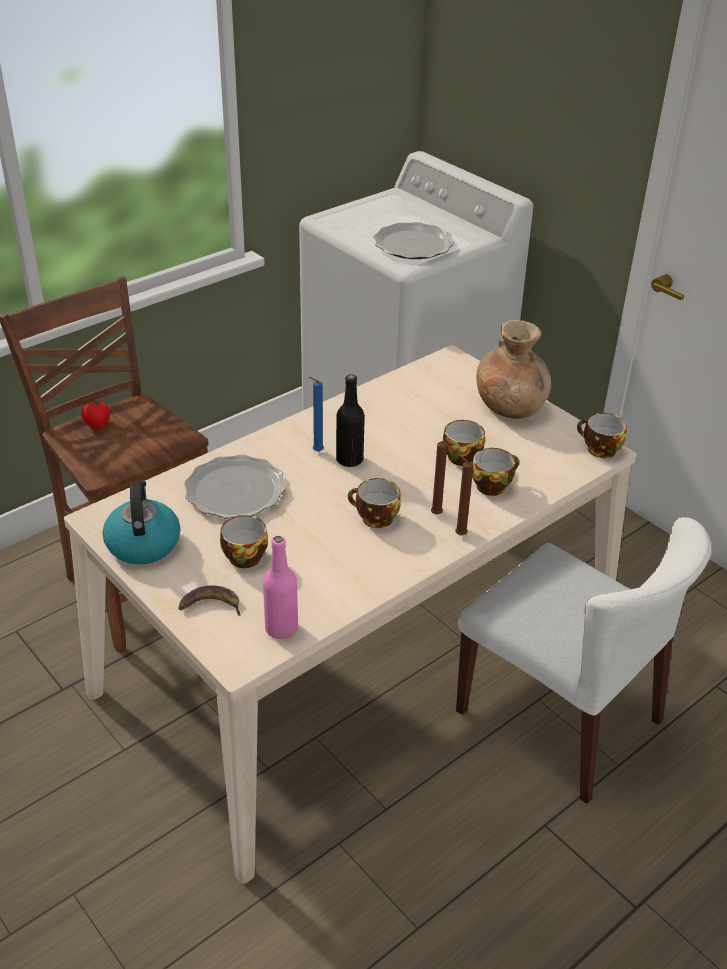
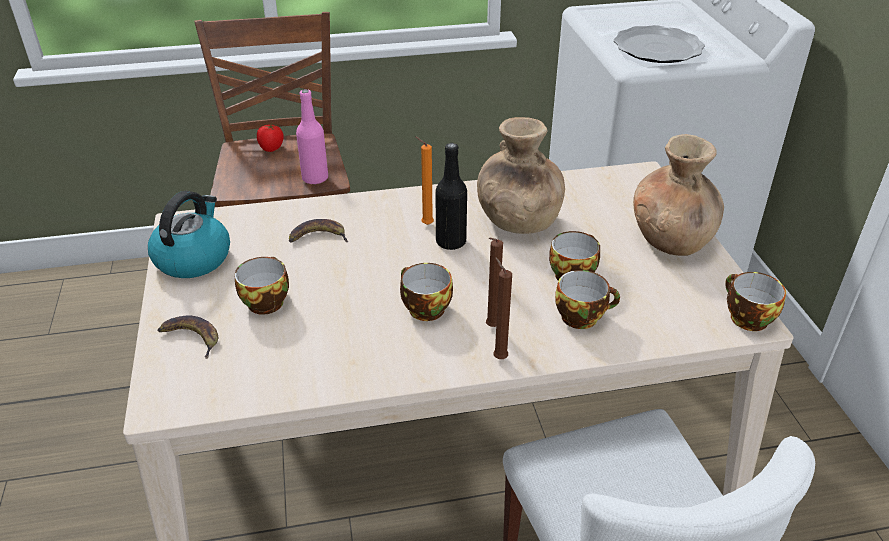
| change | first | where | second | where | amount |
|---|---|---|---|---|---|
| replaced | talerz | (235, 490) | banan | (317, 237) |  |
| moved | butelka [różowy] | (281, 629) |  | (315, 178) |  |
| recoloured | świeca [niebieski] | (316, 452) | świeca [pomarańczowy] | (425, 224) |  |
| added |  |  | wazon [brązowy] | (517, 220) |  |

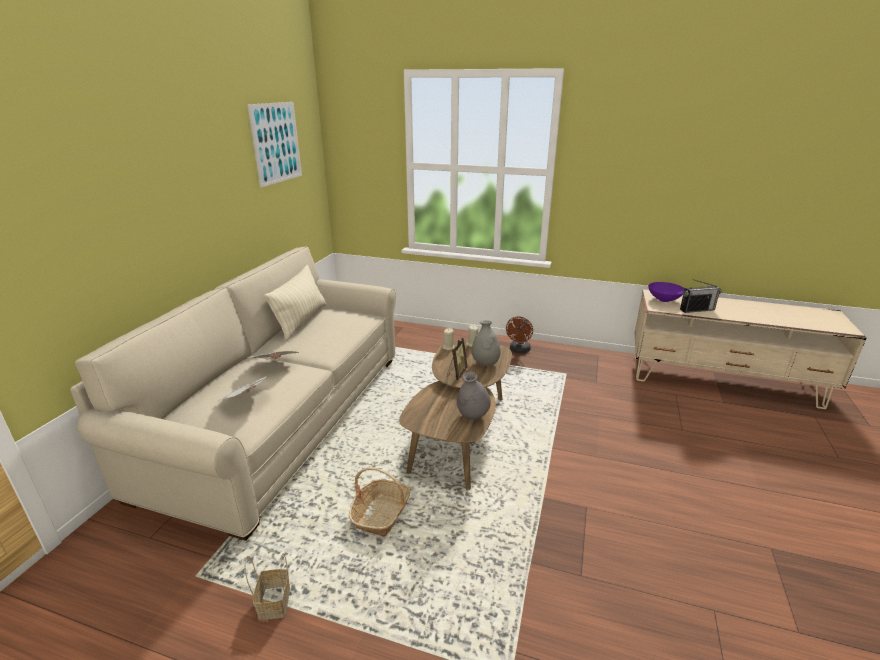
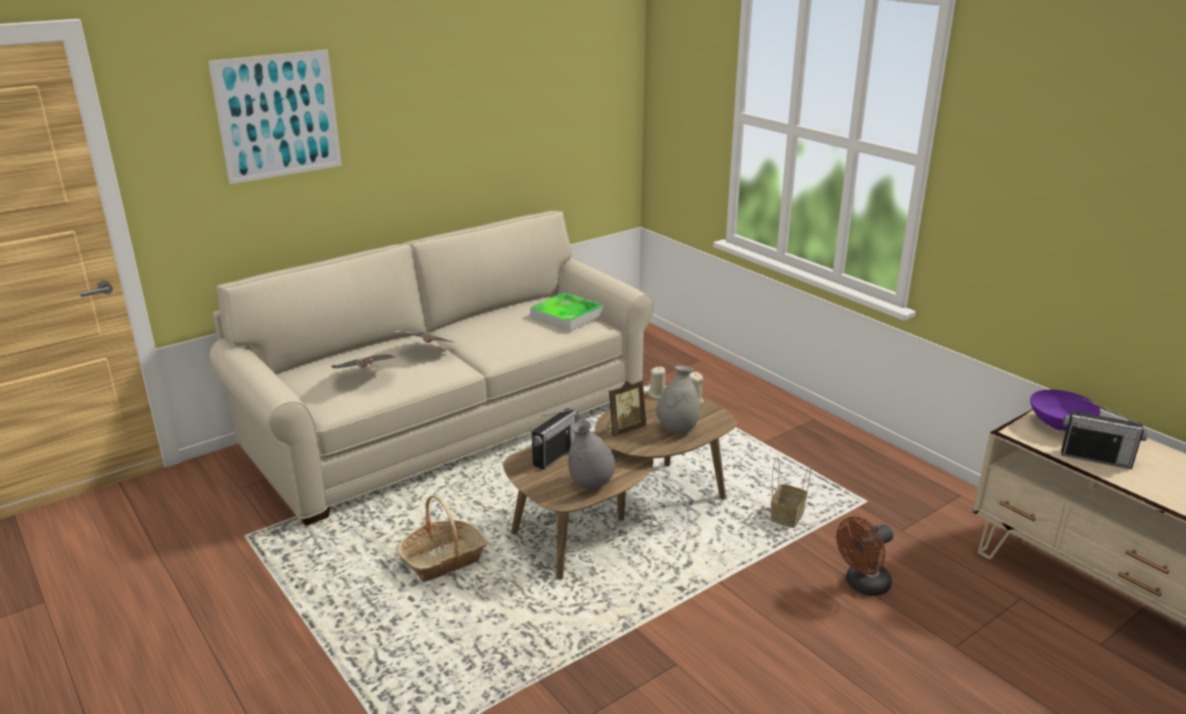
| change | first | where | second | where | amount |
|---|---|---|---|---|---|
| moved | koszyk | (274, 602) |  | (786, 516) |  |
| moved | obraz | (276, 143) |  | (278, 116) |  |
| removed | poduszka [beżowy] | (301, 321) |  |  |  |
| moved | wentylator [brązowy] | (519, 350) |  | (862, 585) |  |
| added |  |  | taca | (566, 315) |  |
| added |  |  | radio | (555, 455) |  |

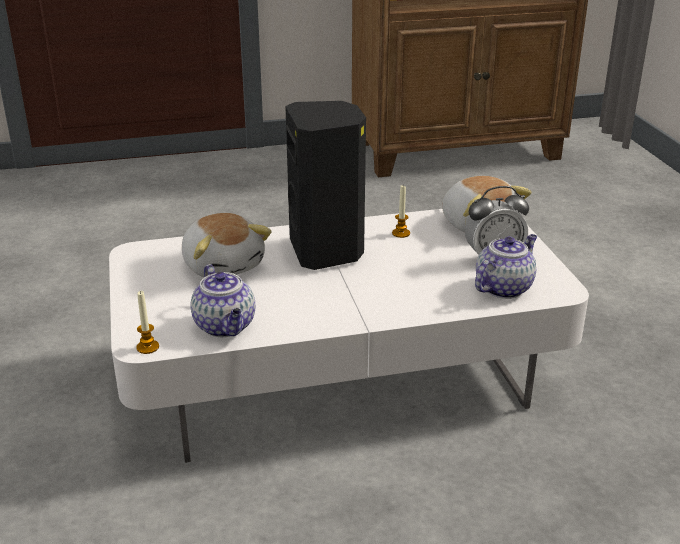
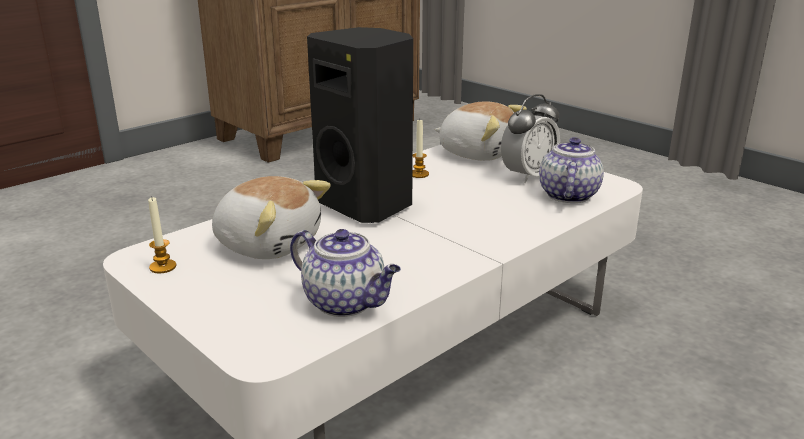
| change | first | where | second | where | amount |
|---|---|---|---|---|---|
| moved | świeca | (147, 347) |  | (163, 267) |  |

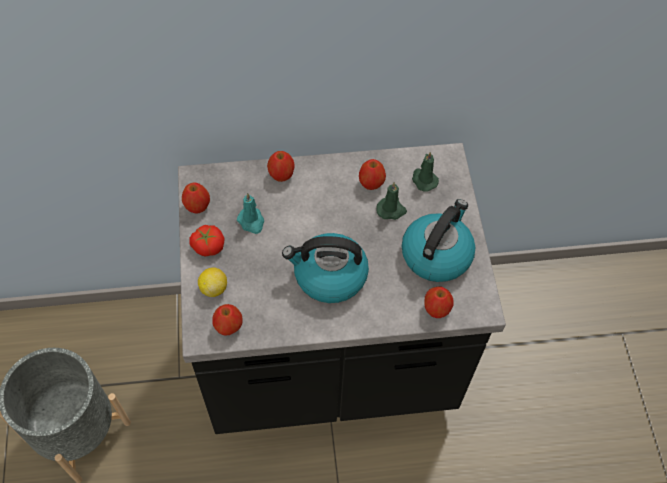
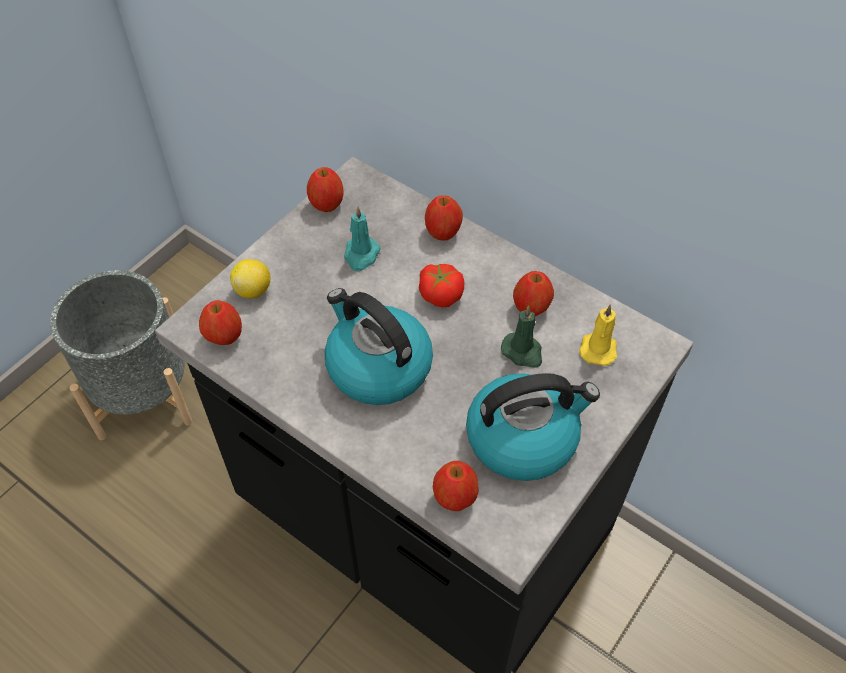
| change | first | where | second | where | amount |
|---|---|---|---|---|---|
| moved | pomidor | (208, 246) |  | (441, 294) |  |
| recoloured | świeca [zielony] | (424, 180) | świeca [żółty] | (598, 348) |  |

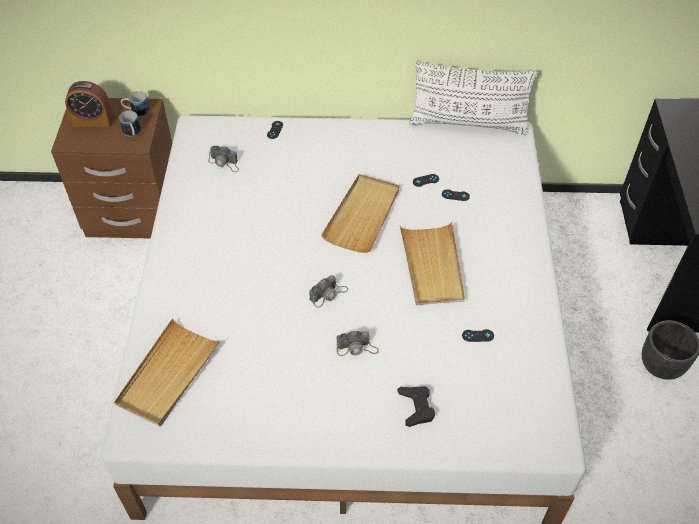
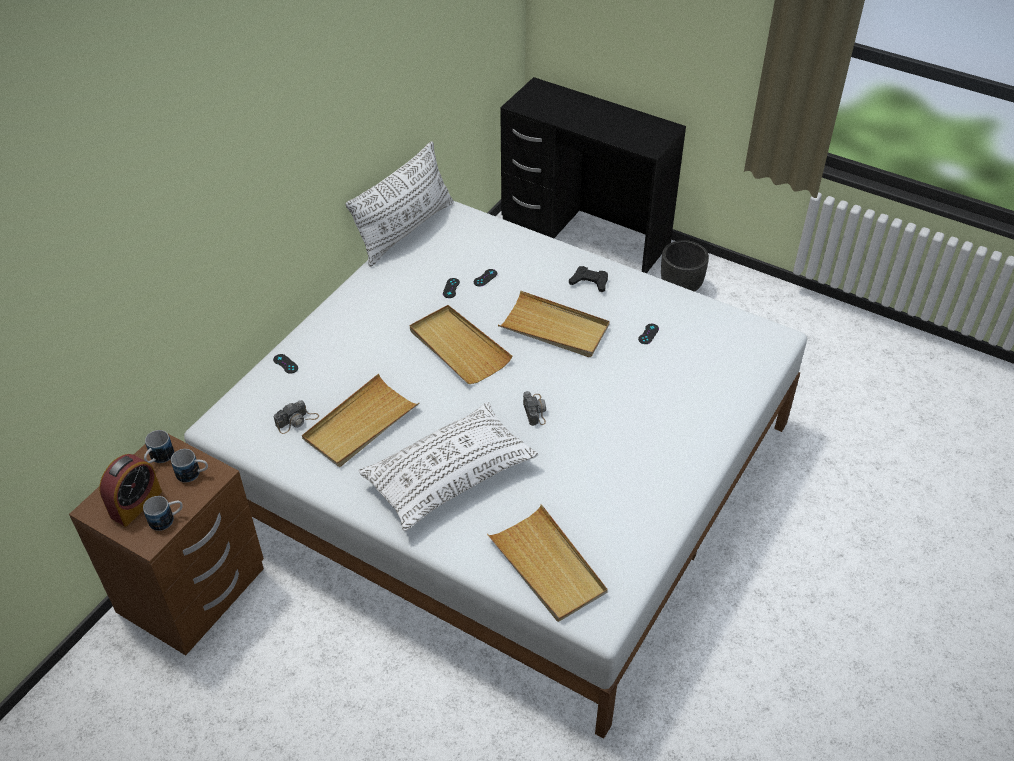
| change | first | where | second | where | amount |
|---|---|---|---|---|---|
| removed | aparat fotograficzny | (357, 348) |  |  |  |
| moved | pad do gier [czarny] | (416, 407) |  | (589, 282) |  |
| added |  |  | kubek | (167, 519) |  |
| added |  |  | taca [beżowy] | (360, 424) |  |
| added |  |  | poduszka [biały] | (449, 476) |  |

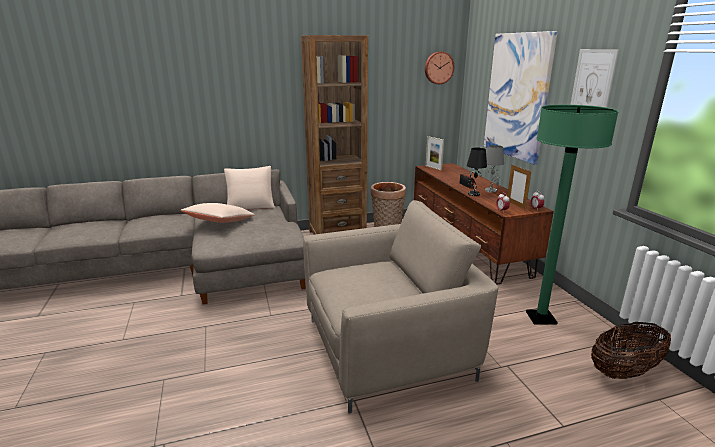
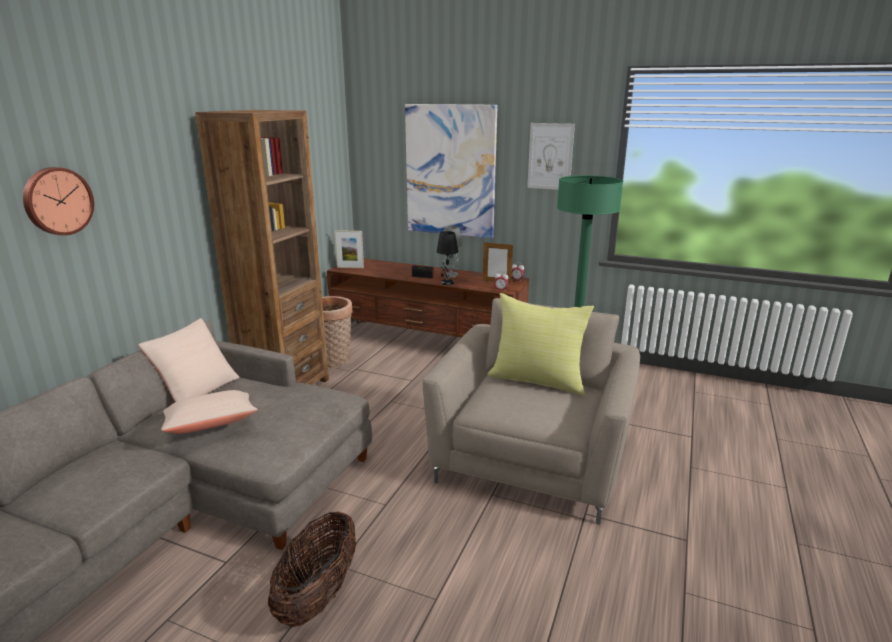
| change | first | where | second | where | amount |
|---|---|---|---|---|---|
| moved | zegar ścienny | (438, 68) |  | (57, 201) |  |
| moved | koszyk | (624, 371) |  | (318, 595) |  |
| added |  |  | poduszka [żółty] | (538, 379) |  |

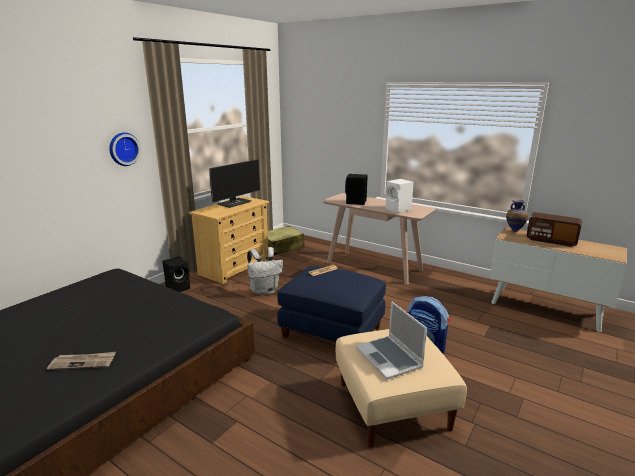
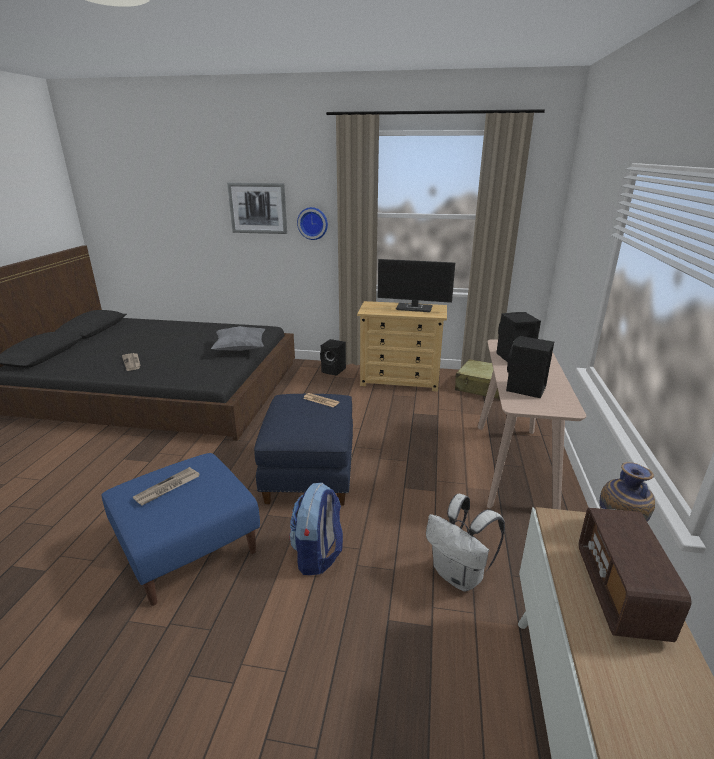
| change | first | where | second | where | amount |
|---|---|---|---|---|---|
| moved | plecak [biały] | (264, 291) |  | (459, 575) |  |
| recoloured | pufa [beżowy] | (393, 405) | pufa [niebieski] | (187, 548) |  |
| replaced | laptop | (390, 358) | gazeta | (167, 488) |  |
| recoloured | głośnik [biały] | (398, 209) | głośnik [czarny] | (525, 389) |  |
| added |  |  | poduszka [szary] | (240, 349) |  |
| added |  |  | obraz | (258, 208) |  |

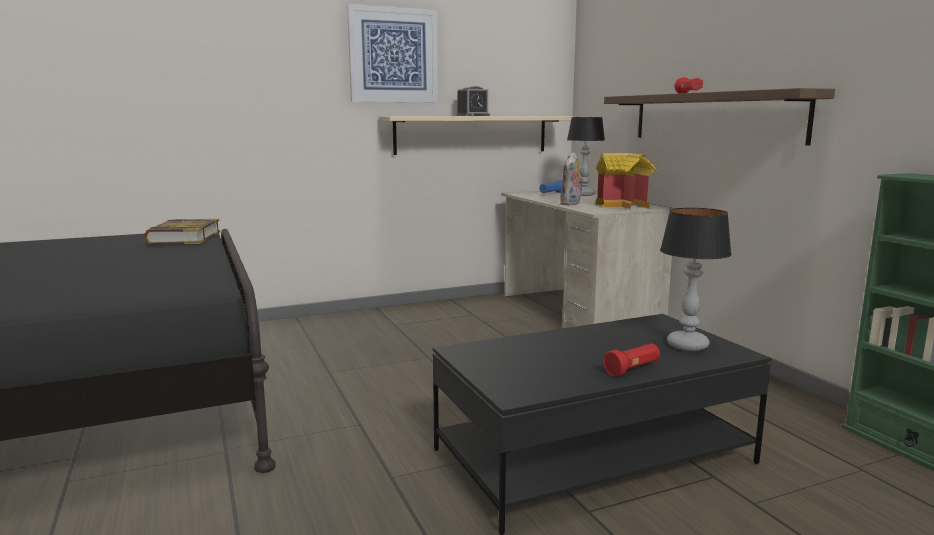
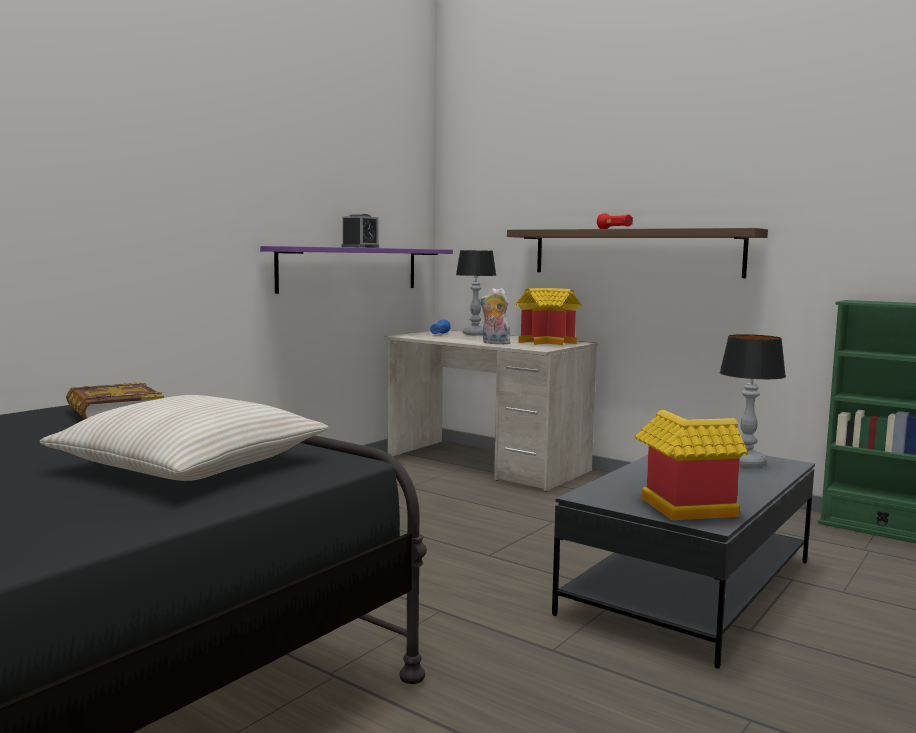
| change | first | where | second | where | amount |
|---|---|---|---|---|---|
| removed | obraz | (393, 55) |  |  |  |
| recoloured | półka [beżowy] | (472, 134) | półka [fioletowy] | (350, 269) |  |
| turned | pluszak | (571, 204) |  | (494, 343) | 120 degrees clockwise |
| removed | latarka [czerwony] | (632, 369) |  |  |  |
| added |  |  | poduszka [beżowy] | (191, 464) |  |
| added |  |  | domek | (681, 509) |  |

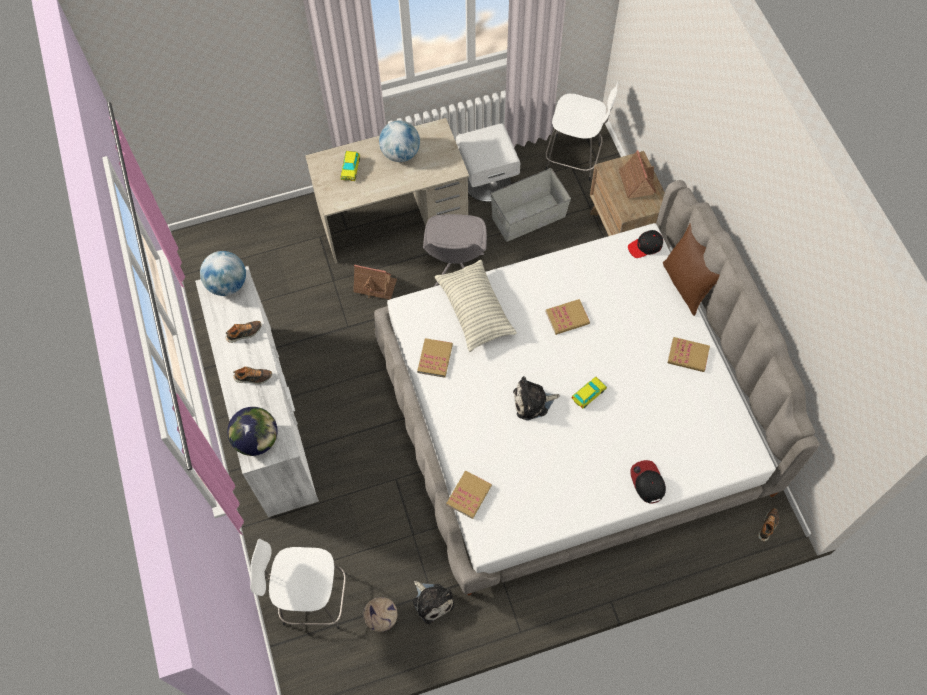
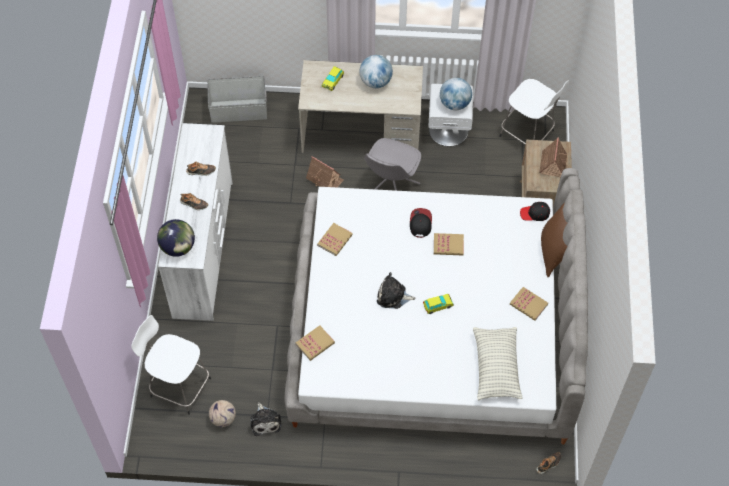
| change | first | where | second | where | amount |
|---|---|---|---|---|---|
| moved | globus | (228, 284) |  | (454, 104) |  |
| moved | poduszka | (475, 311) |  | (496, 368) |  |
| moved | pojemnik do przechowywania [szary] | (528, 217) |  | (238, 110) |  |
| moved | czapka z daszkiem | (647, 482) |  | (420, 223) |  |

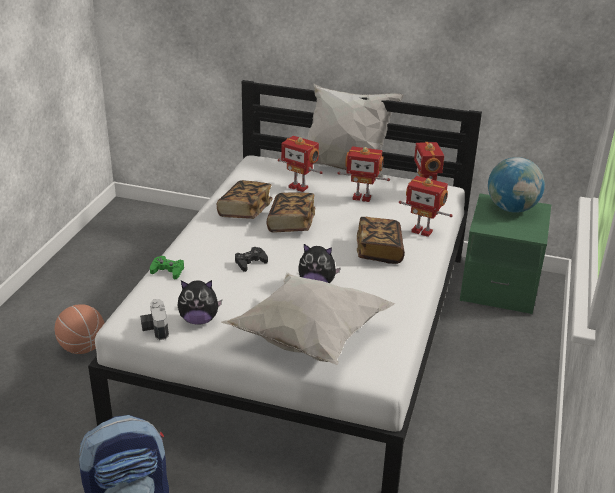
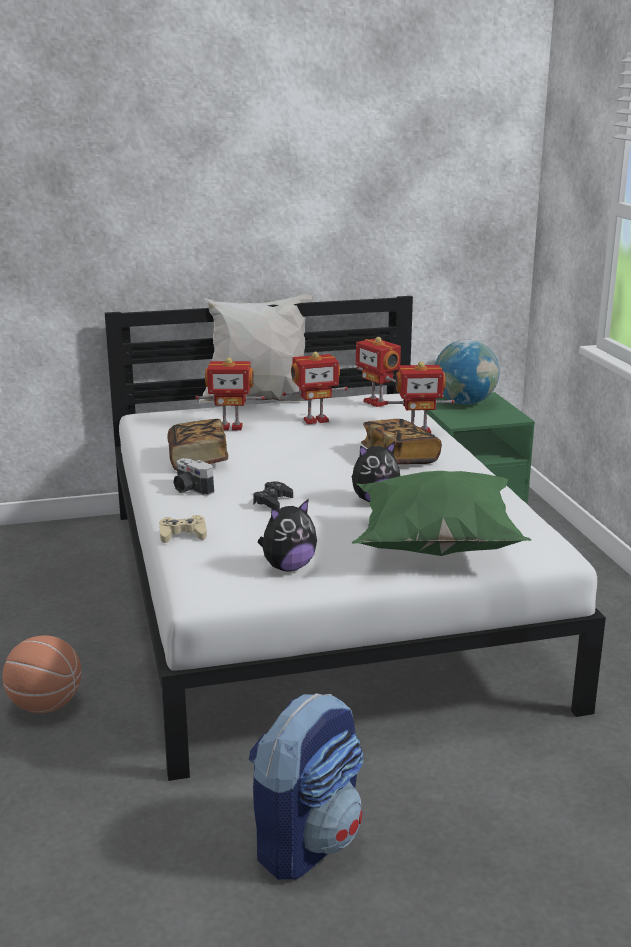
| change | first | where | second | where | amount |
|---|---|---|---|---|---|
| moved | aparat fotograficzny | (154, 328) |  | (190, 490) |  |
| recoloured | pad do gier [zielony] | (168, 271) | pad do gier [beżowy] | (183, 534) |  |
| recoloured | poduszka [biały] | (307, 338) | poduszka [zielony] | (434, 547) |  |
| removed | książka | (291, 223) |  |  |  |

